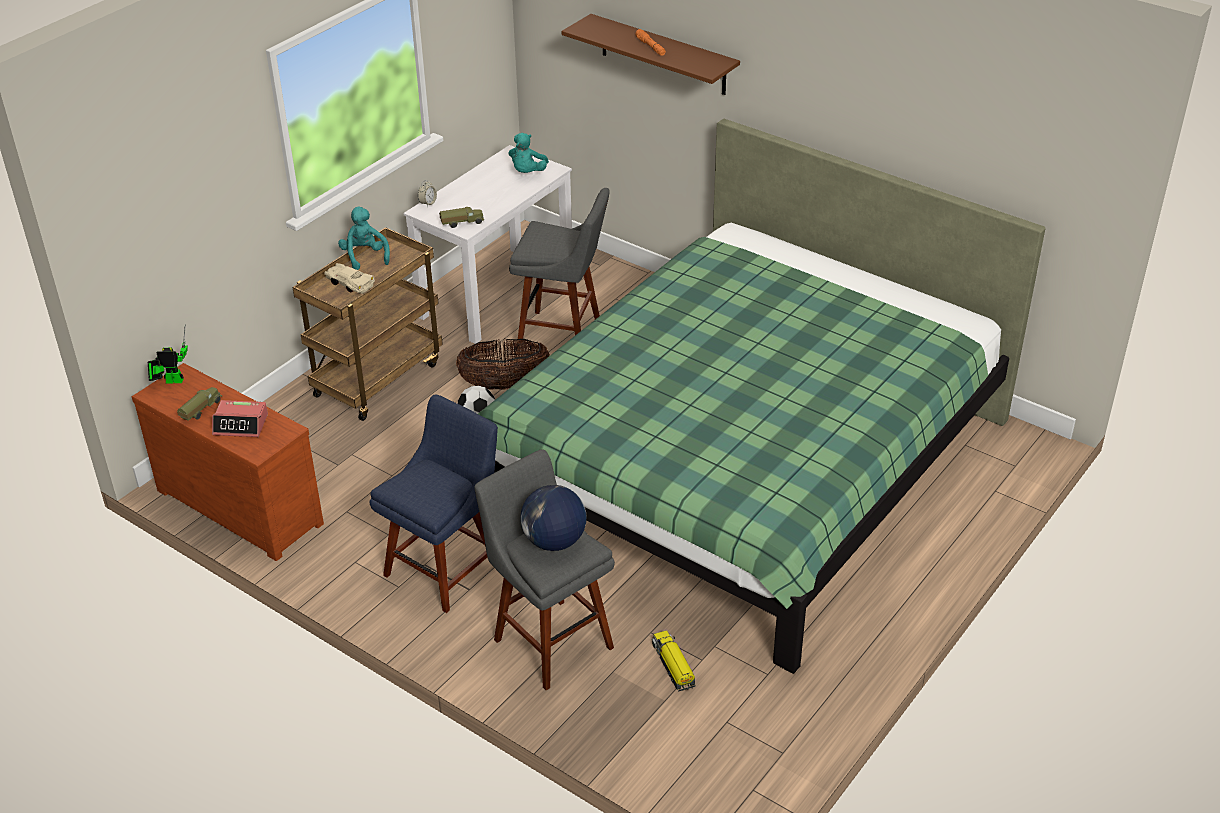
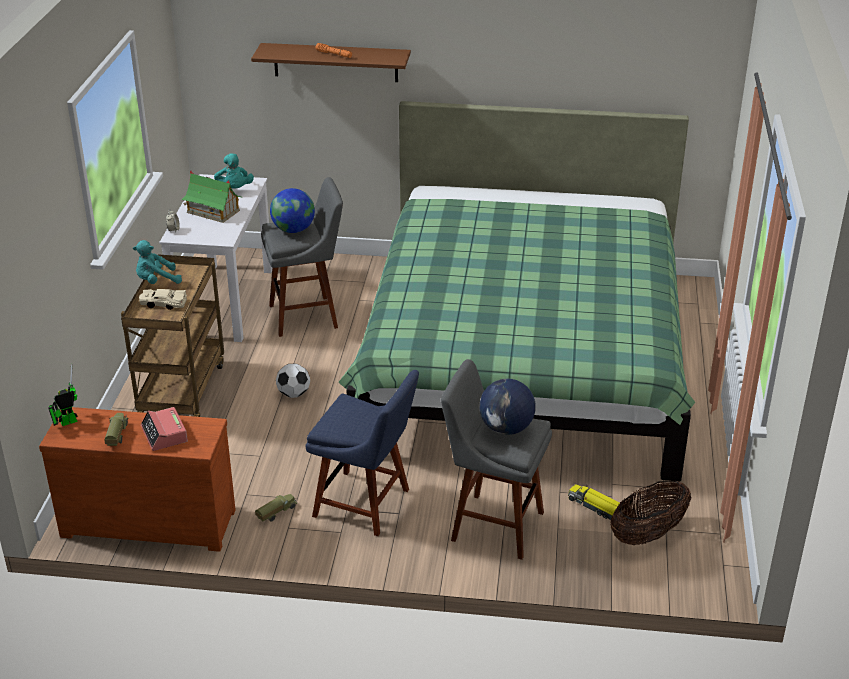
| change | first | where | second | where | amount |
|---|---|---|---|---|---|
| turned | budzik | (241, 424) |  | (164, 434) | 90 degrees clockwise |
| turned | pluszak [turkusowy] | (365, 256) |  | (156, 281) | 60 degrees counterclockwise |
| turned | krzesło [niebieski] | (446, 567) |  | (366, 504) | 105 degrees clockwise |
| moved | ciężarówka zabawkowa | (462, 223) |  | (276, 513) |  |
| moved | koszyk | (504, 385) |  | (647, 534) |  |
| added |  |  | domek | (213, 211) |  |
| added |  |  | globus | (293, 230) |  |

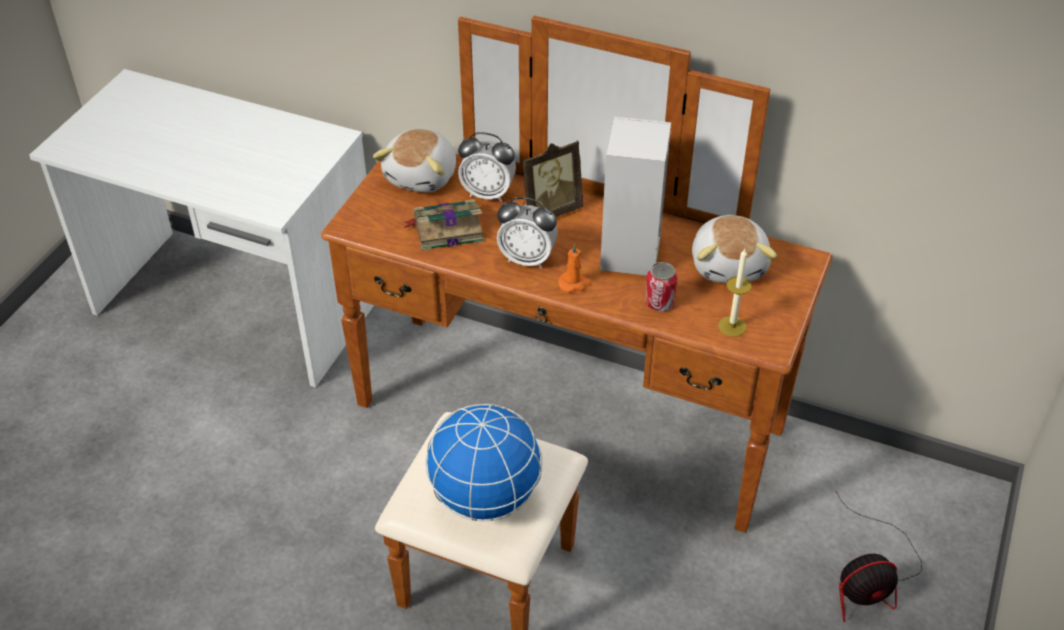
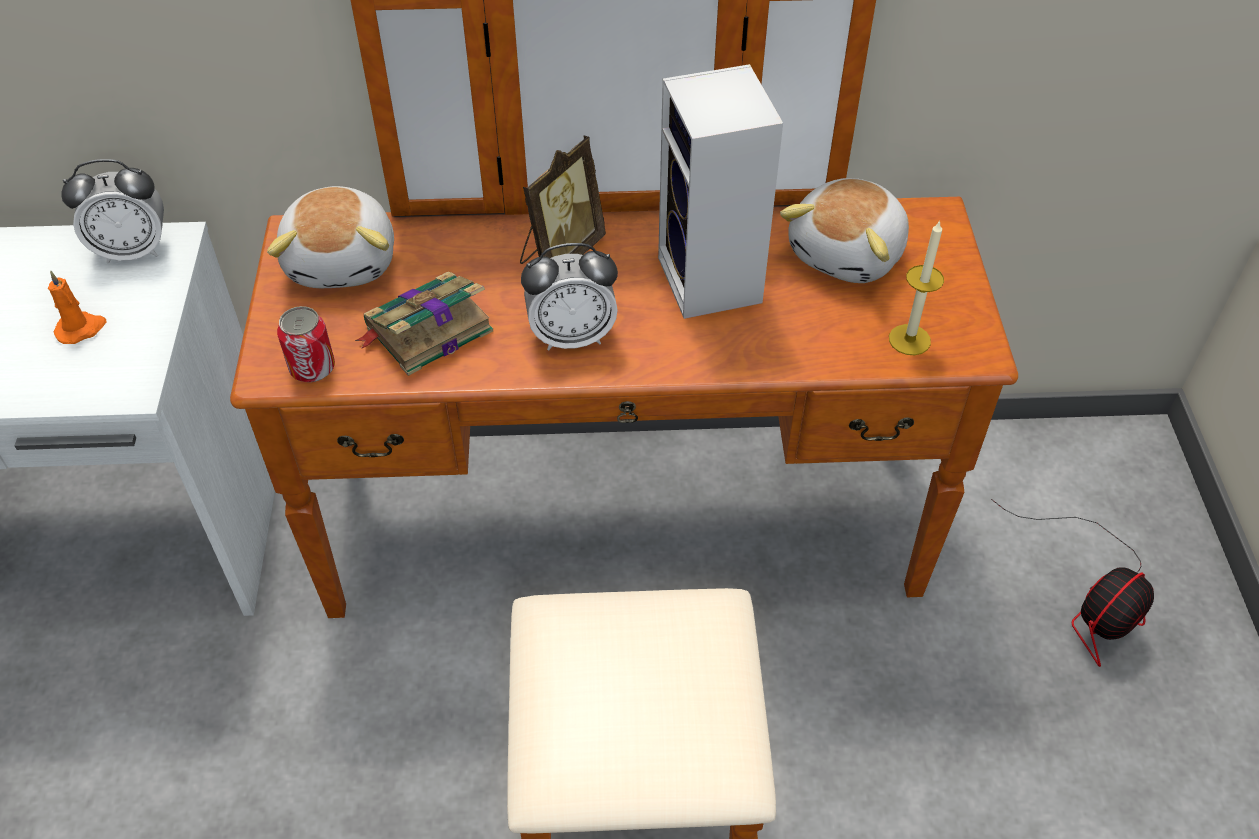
| change | first | where | second | where | amount |
|---|---|---|---|---|---|
| removed | globus | (486, 497) |  |  |  |
| moved | budzik | (488, 193) |  | (133, 250) |  |
| moved | świeca [pomarańczowy] | (574, 283) |  | (81, 329) |  |
| moved | puszka | (659, 303) |  | (312, 368) |  |
| turned | pluszak | (729, 265) |  | (849, 253) | 60 degrees clockwise |

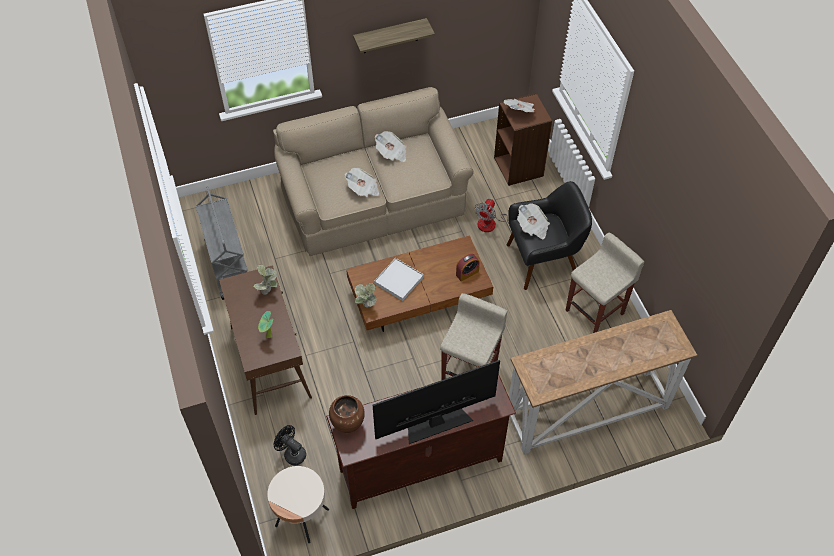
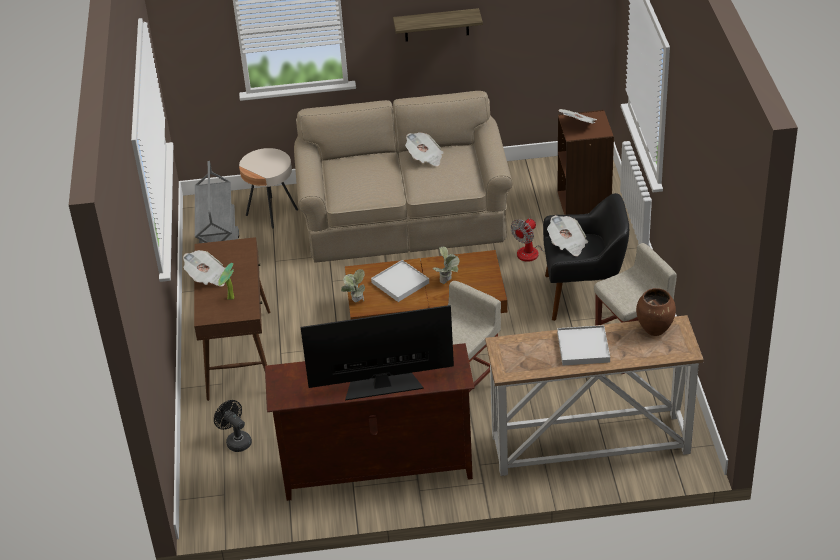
| change | first | where | second | where | amount |
|---|---|---|---|---|---|
| moved | roślina doniczkowa | (268, 291) |  | (448, 281) |  |
| moved | stolik [beżowy] | (302, 518) |  | (271, 212) |  |
| moved | wazon [brązowy] | (348, 424) |  | (655, 330) |  |
| moved | gazeta | (363, 189) |  | (207, 278) |  |
| removed | budzik | (467, 273) |  |  |  |
| added |  |  | taca [biały] | (583, 348) |  |

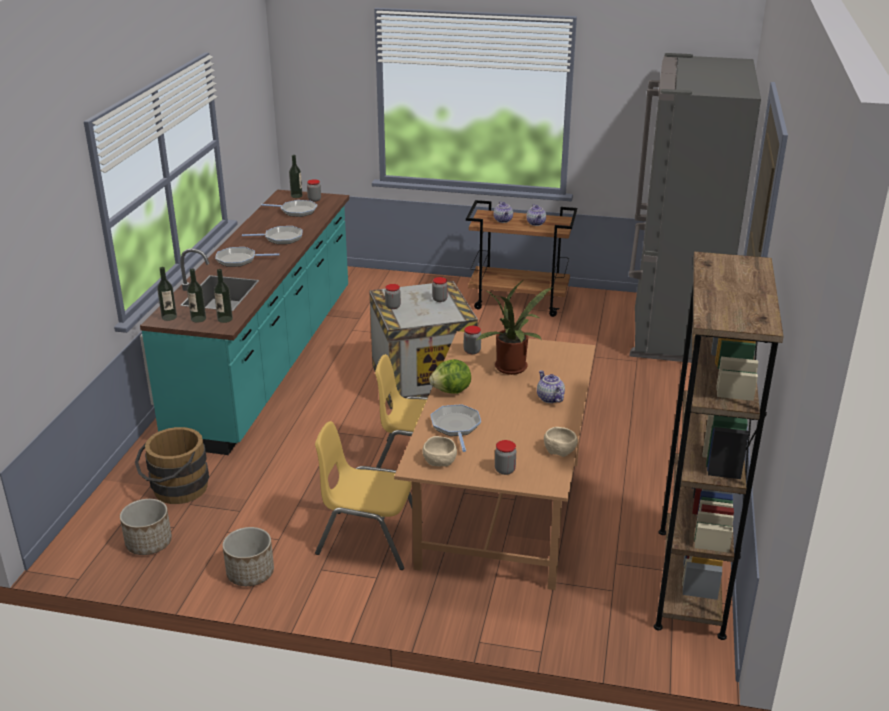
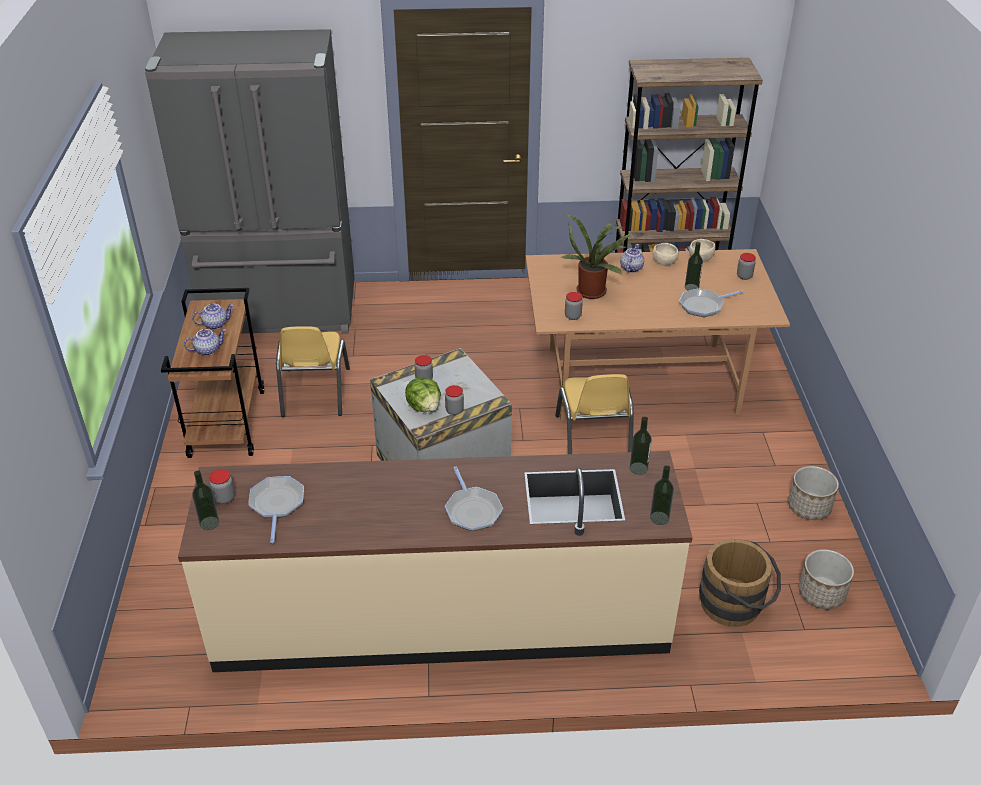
| change | first | where | second | where | amount |
|---|---|---|---|---|---|
| recoloured | zabudowa kuchenna [turkusowy] | (269, 362) | zabudowa kuchenna [beżowy] | (442, 618) |  |
| moved | butelka | (198, 319) |  | (691, 287) |  |
| removed | patelnia | (281, 238) |  |  |  |
| moved | krzesło [żółty] | (369, 538) |  | (314, 392) |  |
| moved | miska [beżowy] | (440, 461) |  | (665, 260) |  |
| moved | sałata | (451, 391) |  | (424, 407) |  |
| turned | imbryk | (549, 398) |  | (630, 268) | 150 degrees clockwise |

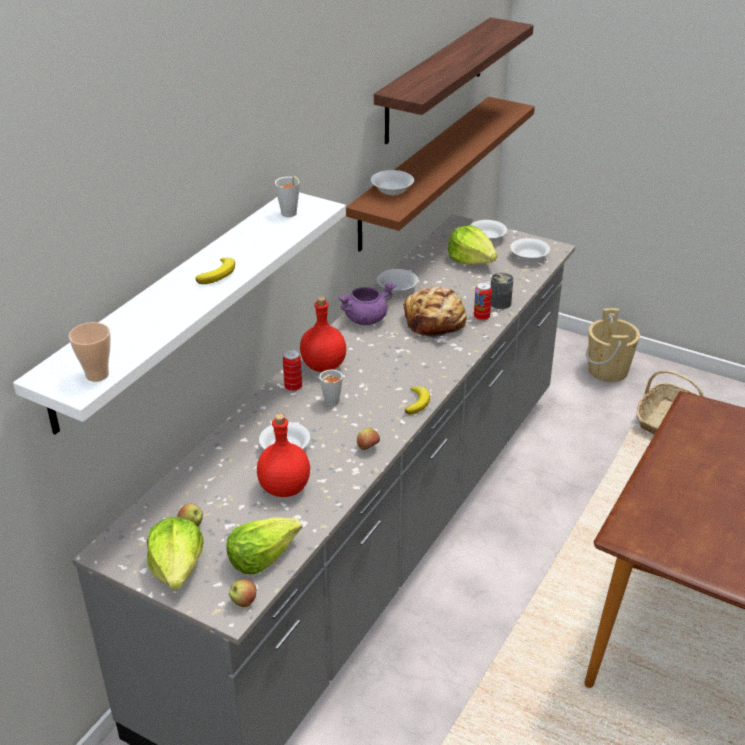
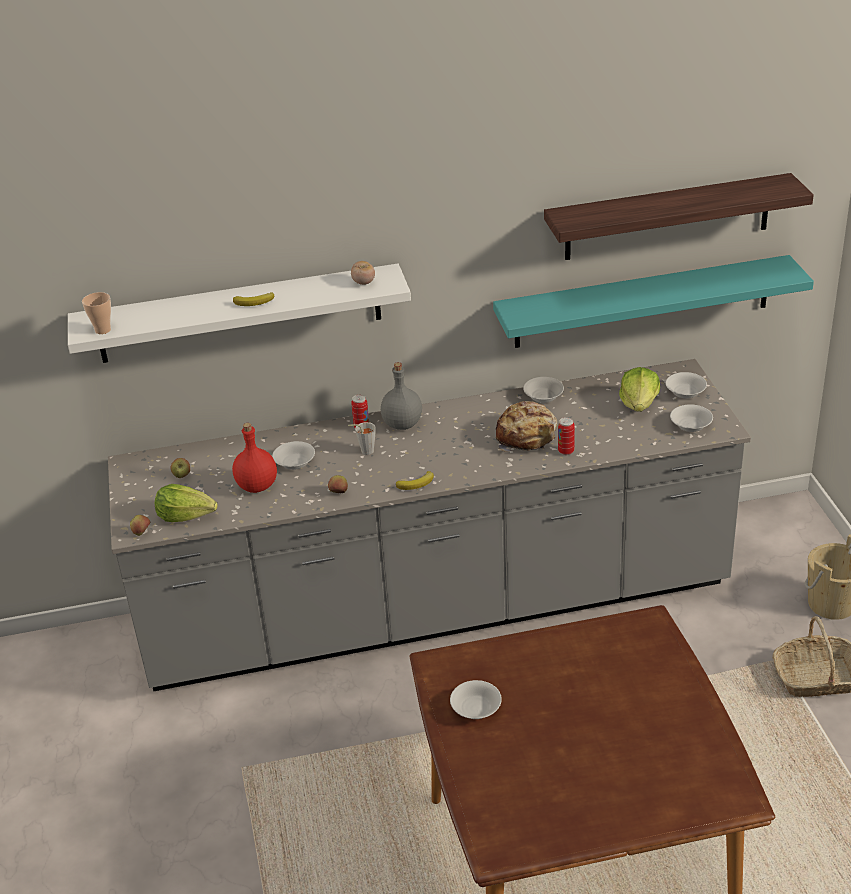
| change | first | where | second | where | amount |
|---|---|---|---|---|---|
| removed | sałata | (178, 568) |  |  |  |
| replaced | filiżanka [szary] | (290, 215) | pomidor | (363, 282) |  |
| recoloured | butelka [czerwony] | (323, 366) | butelka [szary] | (402, 424) |  |
| removed | garnek [fioletowy] | (366, 318) |  |  |  |
| recoloured | półka [brązowy] | (423, 171) | półka [turkusowy] | (642, 302) |  |
| moved | miska [biały] | (392, 190) |  | (476, 708) |  |
| removed | puszka | (500, 303) |  |  |  |

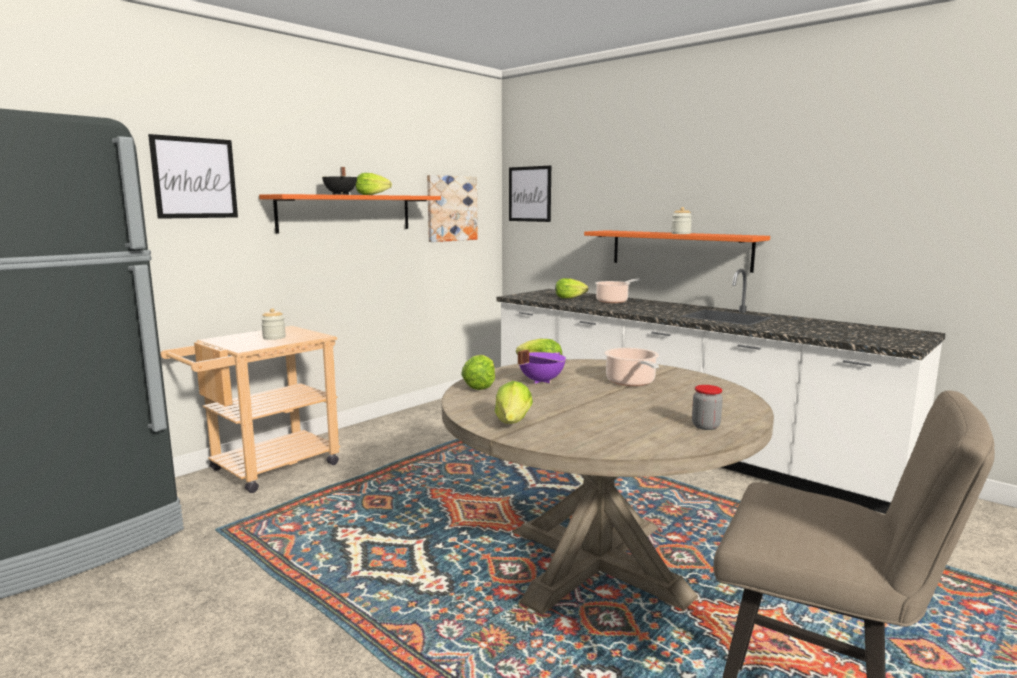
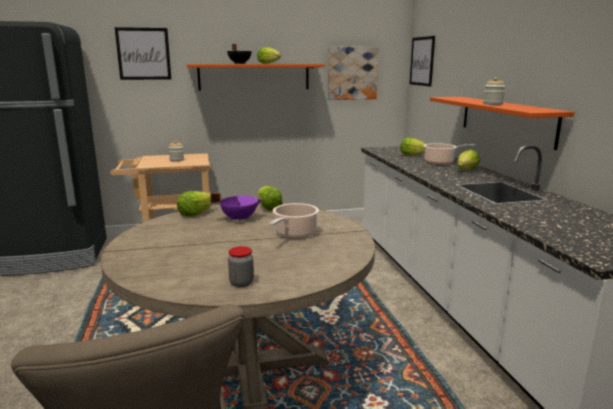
| change | first | where | second | where | amount |
|---|---|---|---|---|---|
| moved | sałata | (513, 422) |  | (466, 170) |  |

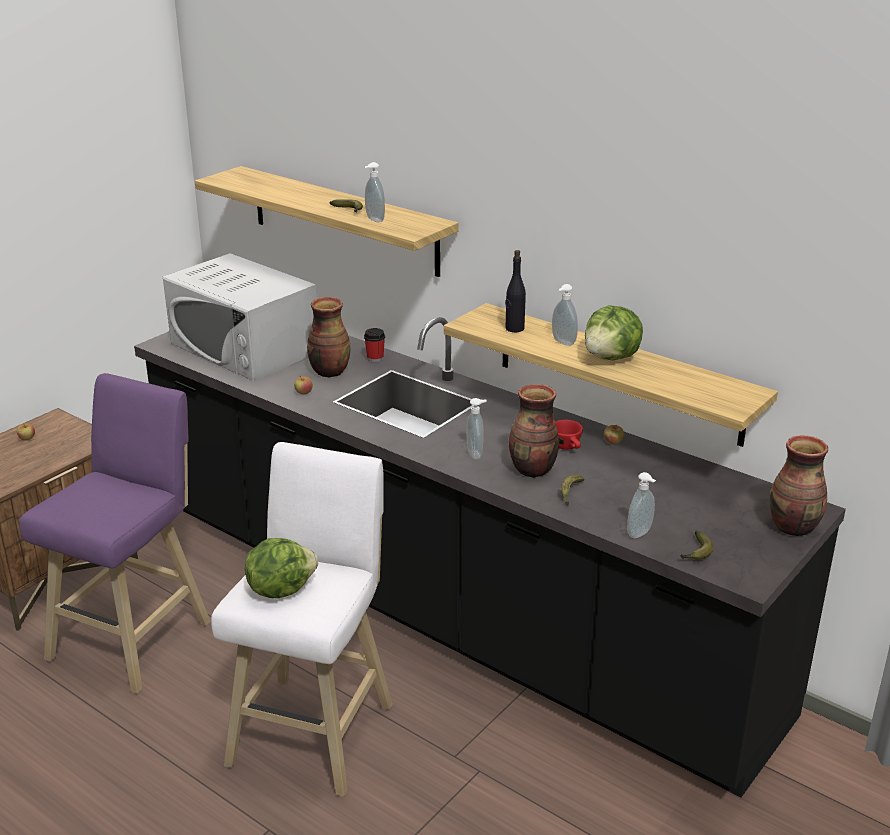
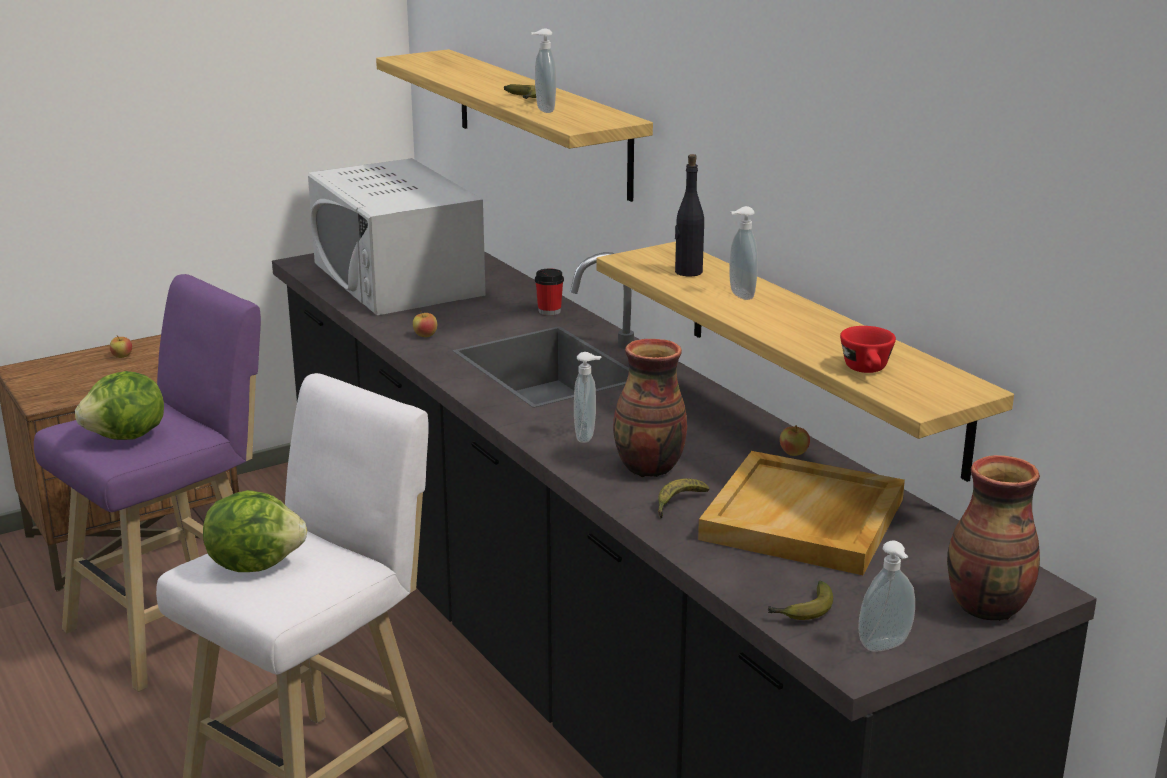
| change | first | where | second | where | amount |
|---|---|---|---|---|---|
| removed | wazon | (329, 371) |  |  |  |
| moved | filiżanka [czerwony] | (568, 447) |  | (868, 370) |  |
| moved | sałata | (611, 358) |  | (127, 437) |  |
| moved | dozownik mydła | (640, 534) |  | (886, 647) |  |
| added |  |  | taca [beżowy] | (804, 520) |  |

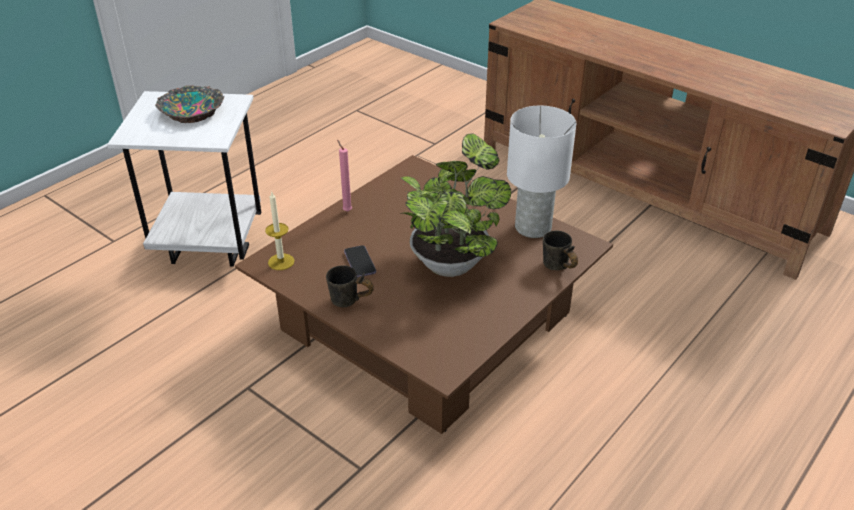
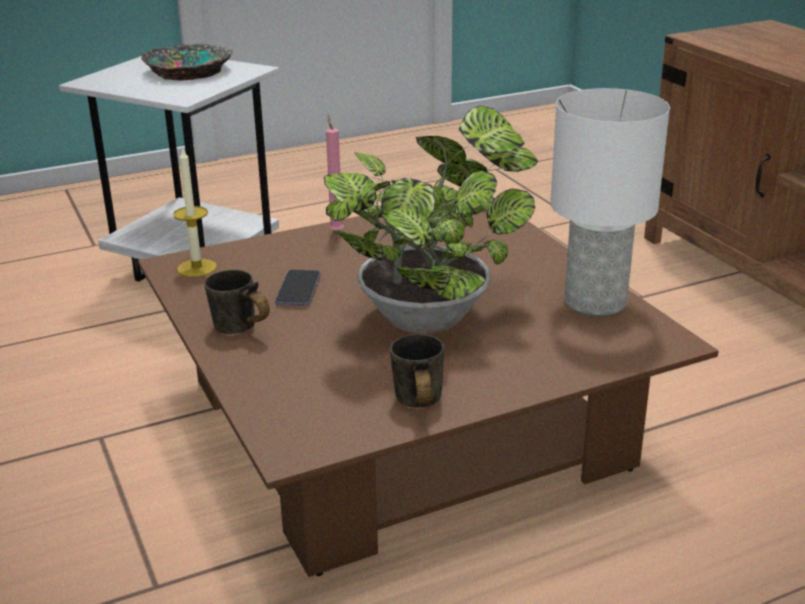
| change | first | where | second | where | amount |
|---|---|---|---|---|---|
| moved | kubek [szary] | (556, 268) |  | (413, 405) |  |

